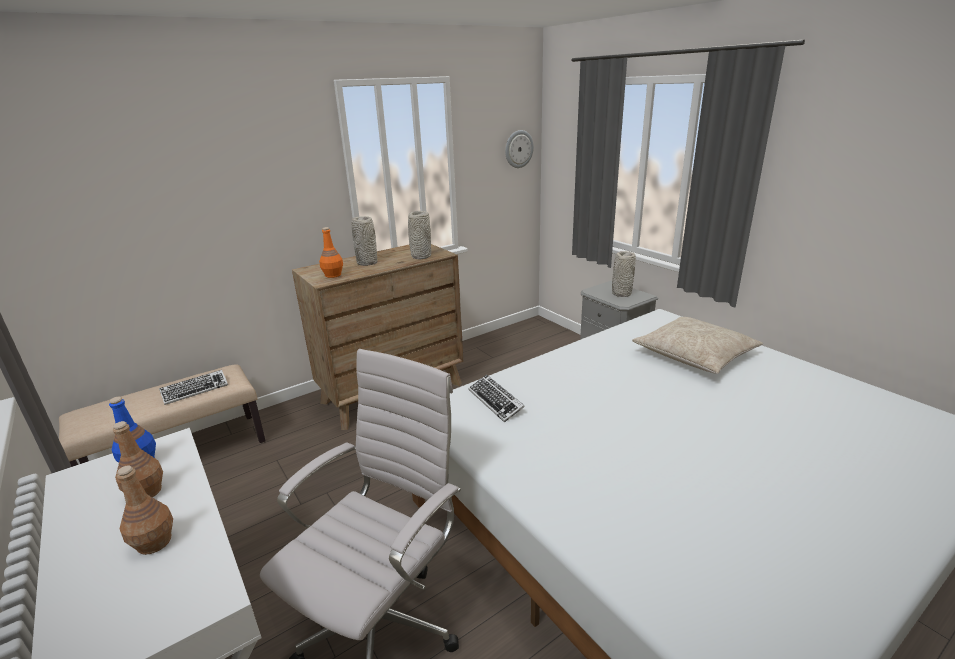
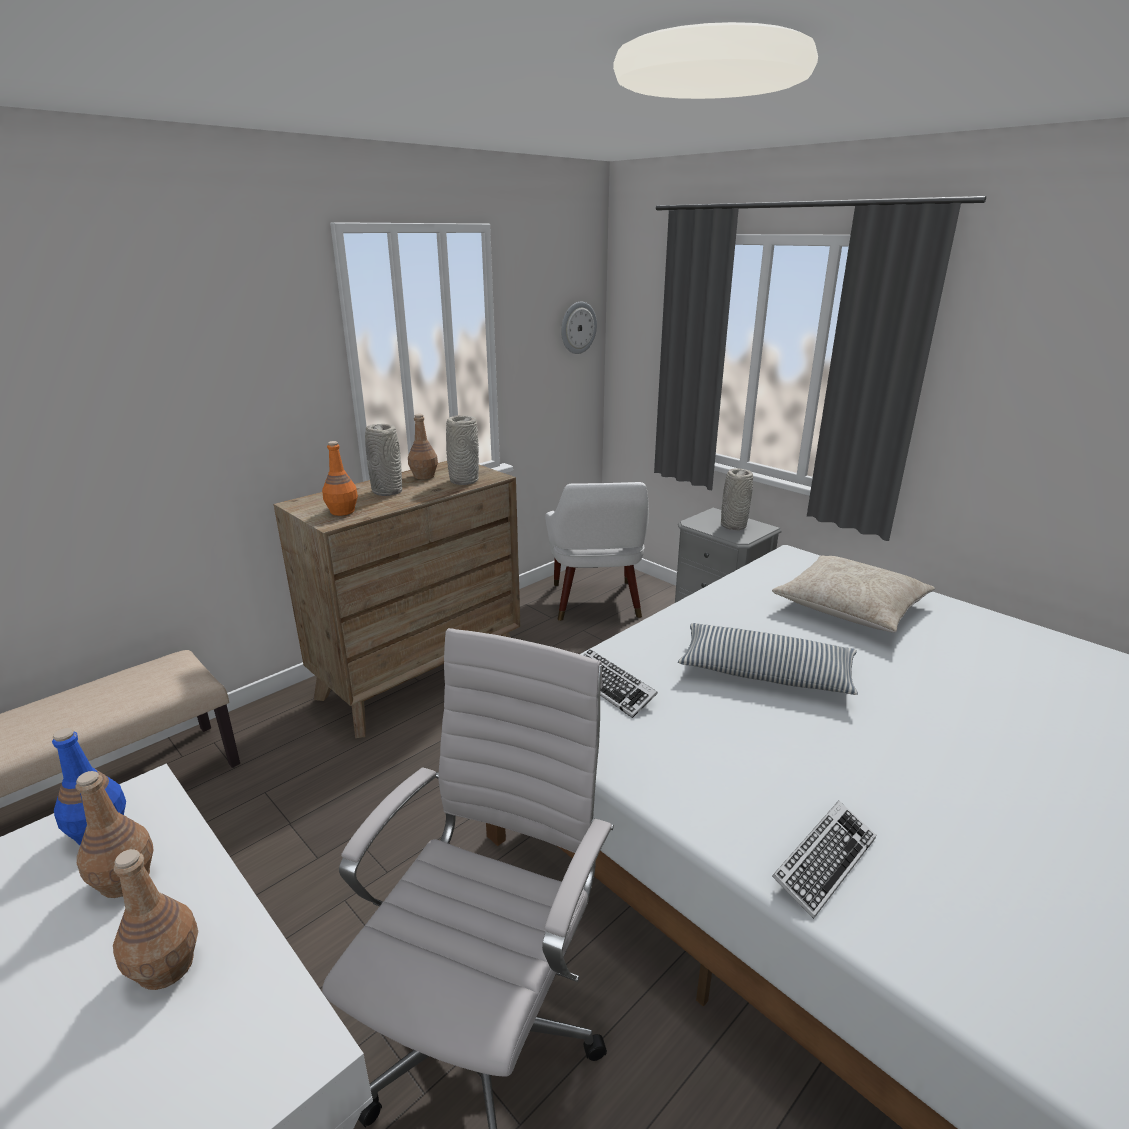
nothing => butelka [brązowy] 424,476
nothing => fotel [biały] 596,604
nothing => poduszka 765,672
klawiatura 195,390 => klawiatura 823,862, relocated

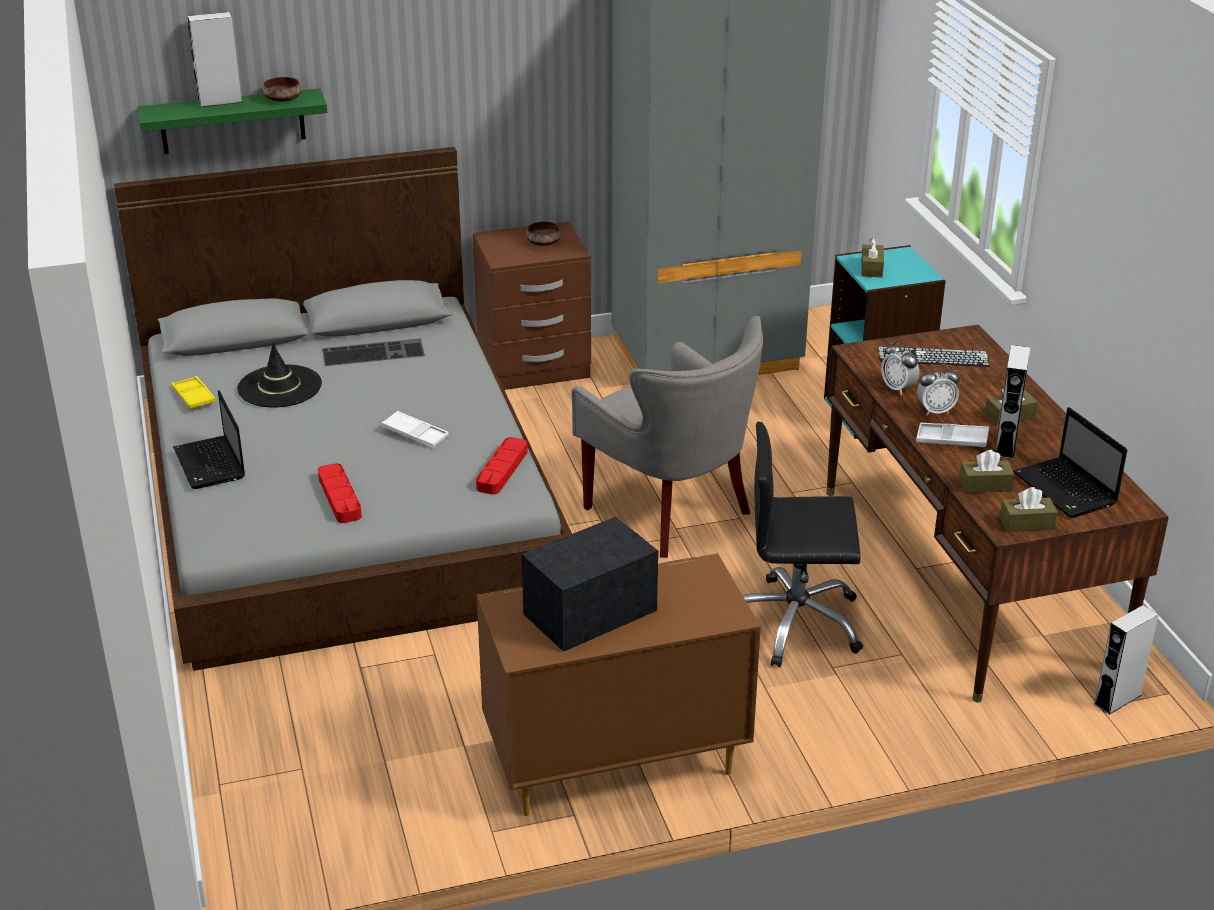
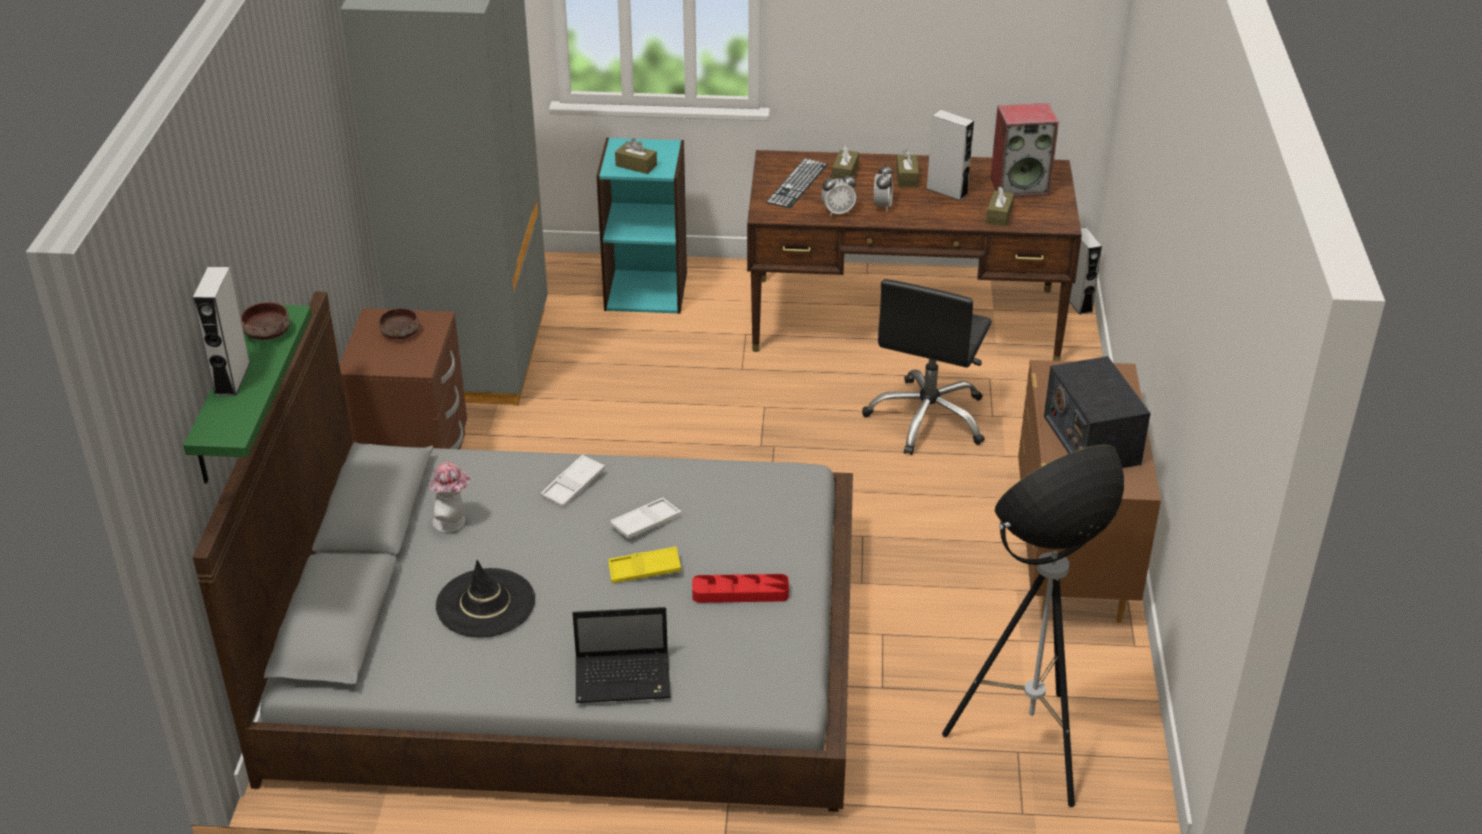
taca [czerwony] 502,470 => nothing
fotel [szary] 670,513 => nothing
nothing => lampa stojąca 1026,748
taca [żółty] 194,397 => taca [żółty] 644,569, relocated
taca [biały] 952,440 => taca [biały] 573,485, relocated
pudełko chusteczek [brązowy] 1027,523 => pudełko chusteczek [brązowy] 845,173, relocated
klawiatura 374,352 => kapelusz 453,522
laptop 1066,490 => głośnik 1020,186

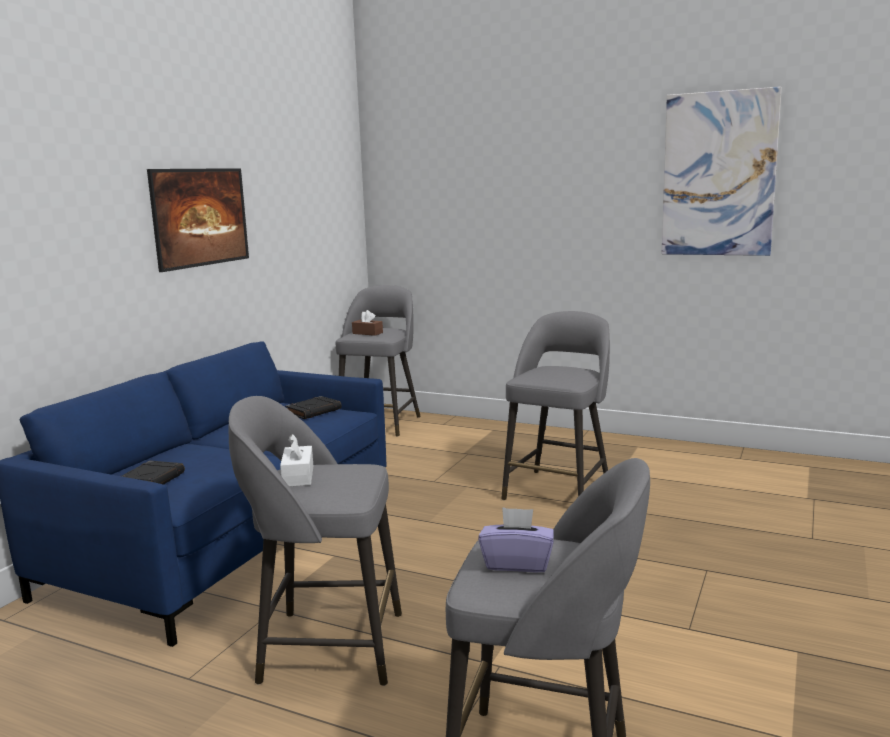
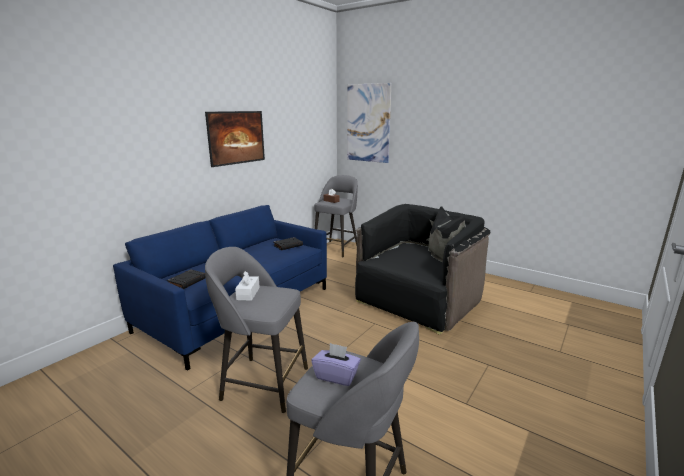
obraz 718,174 => obraz 368,123, relocated
stołek [szary] 558,490 => fotel [czarny] 418,300

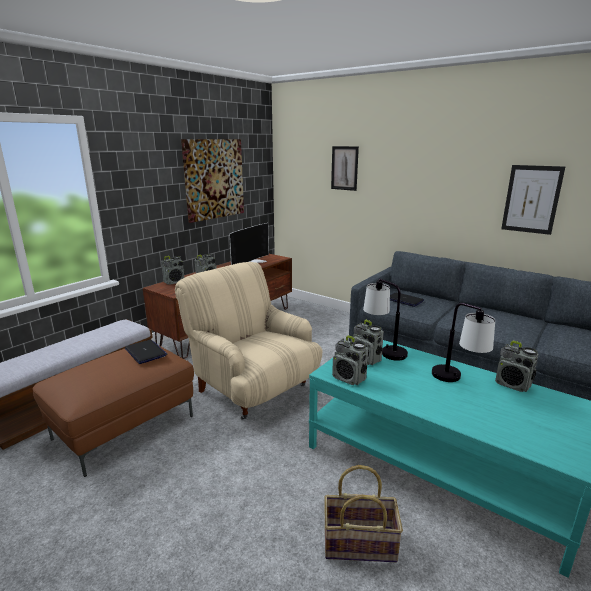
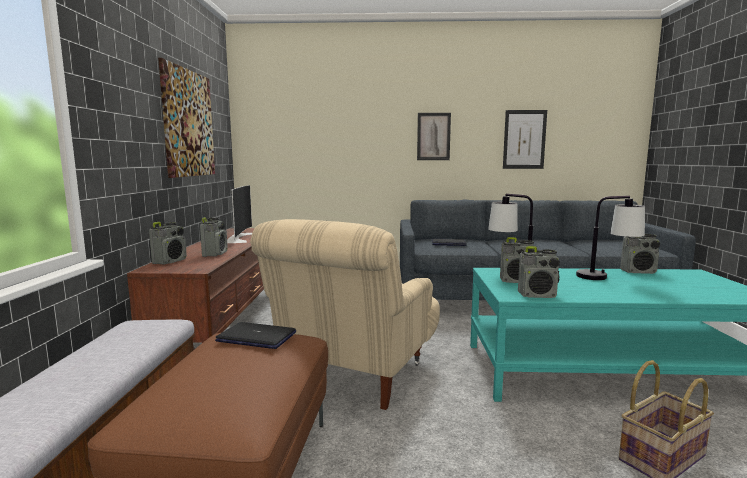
obraz 344,168 => obraz 433,136, relocated
fotel [beżowy] 252,389 => fotel [beżowy] 354,373, 75 degrees counterclockwise

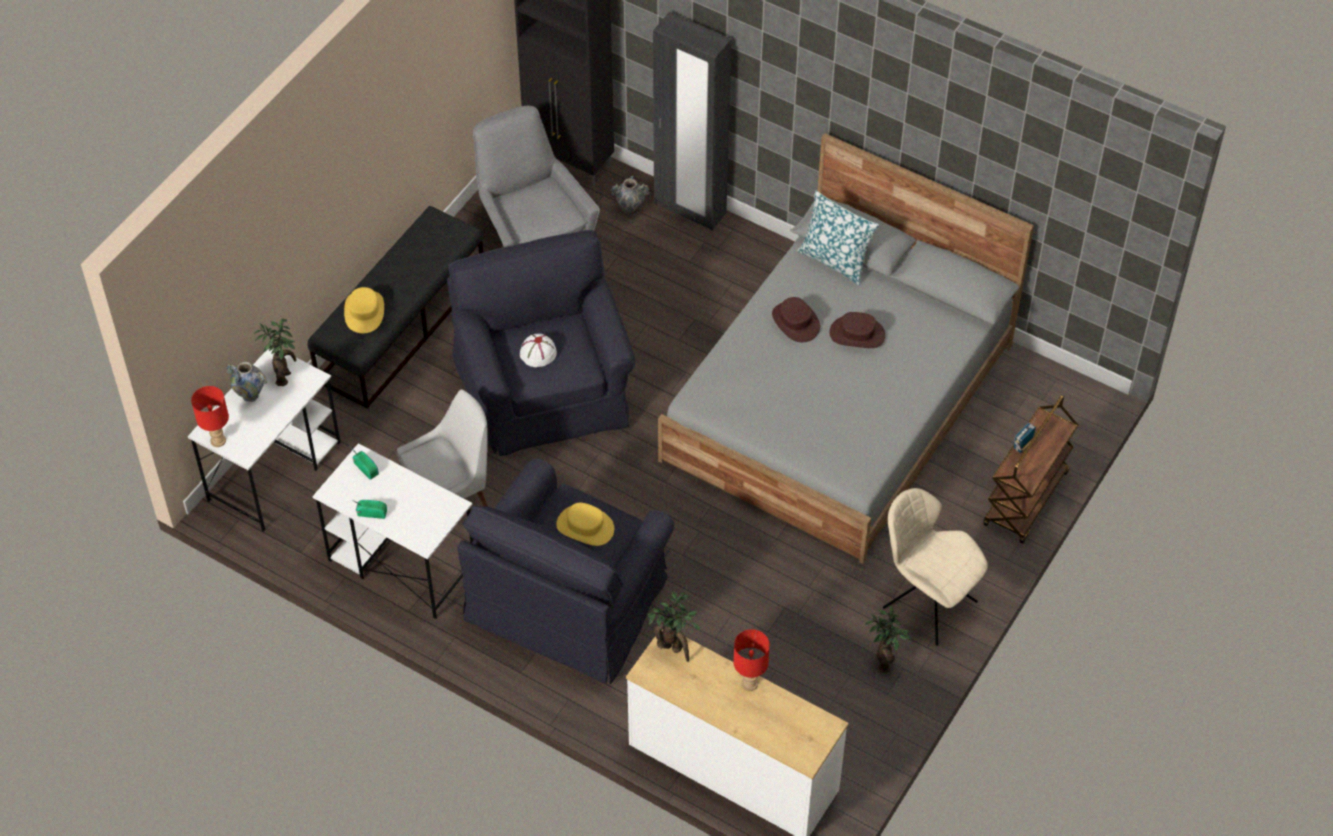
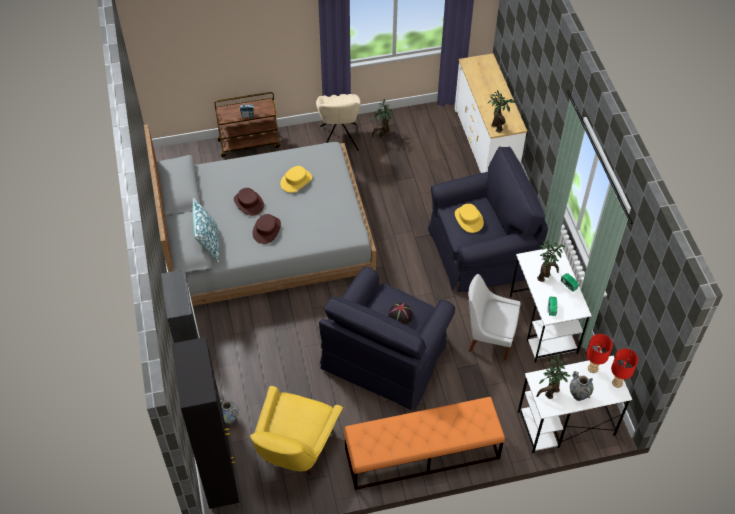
nothing => roślina doniczkowa 546,276
kapelusz [żółty] 364,312 => kapelusz [żółty] 296,181, relocated
lampa stołowa [czerwony] 750,683 => lampa stołowa [czerwony] 592,368, relocated
ławka [czarny] 402,325 => ławka [pomarańczowy] 421,454
fotel [szary] 532,234 => fotel [żółty] 295,450
kapelusz [biały] 538,353 => kapelusz [czarny] 400,315

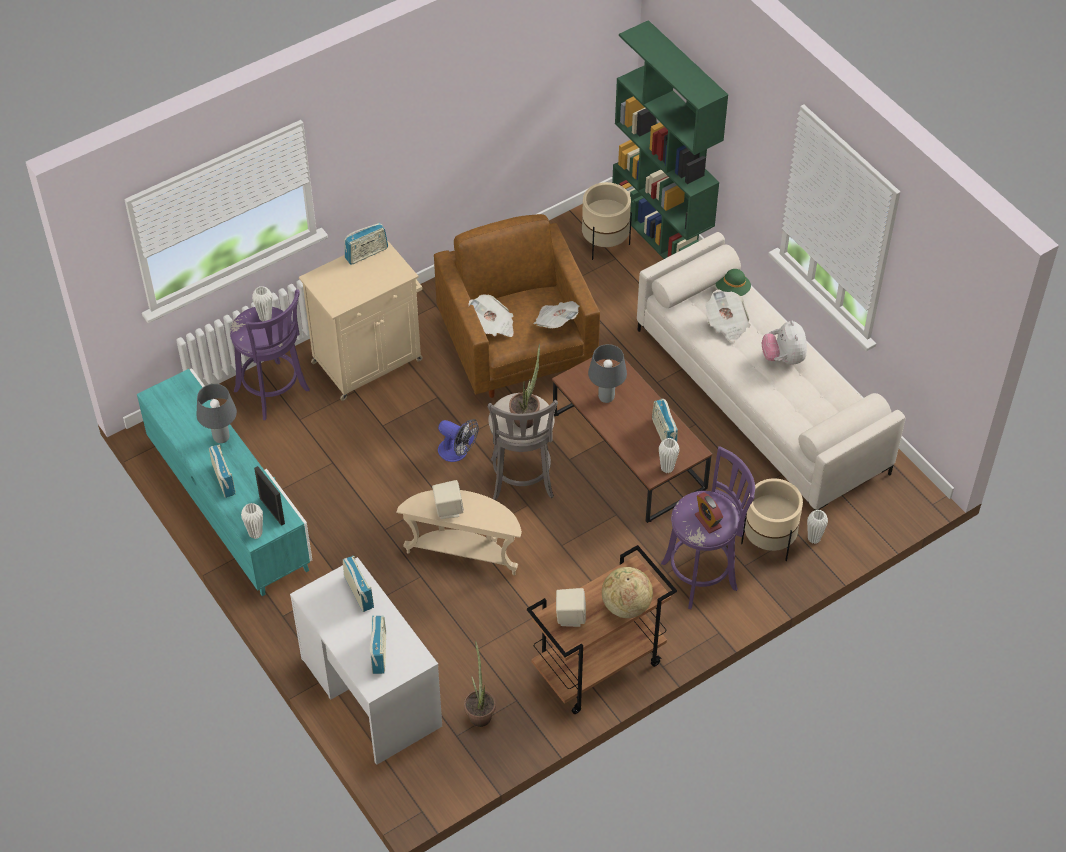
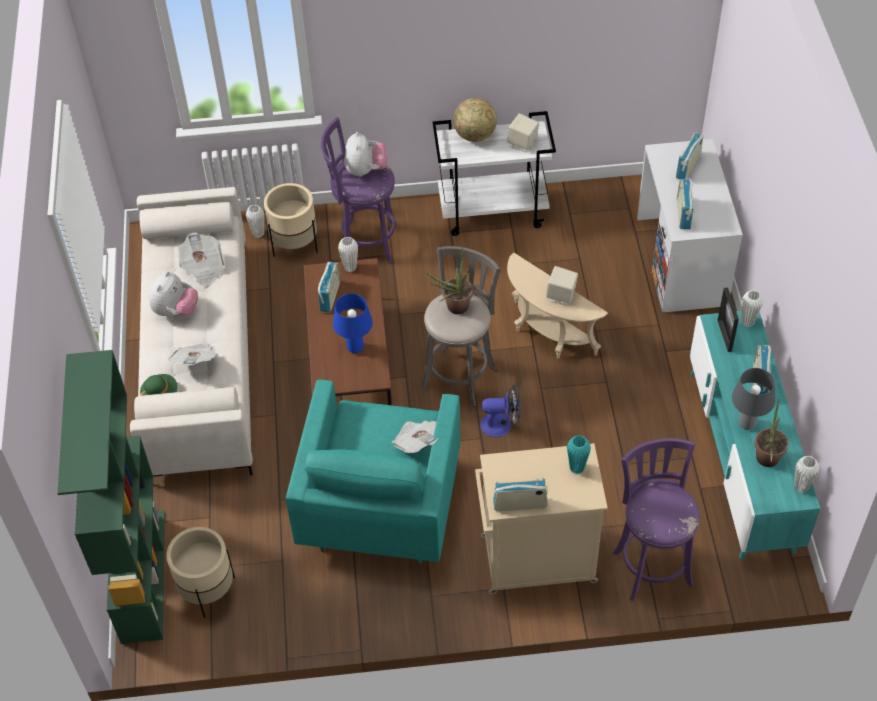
nothing => wazon [turkusowy] 577,468
wazon [biały] 265,317 => wazon [biały] 801,487, relocated
roślina doniczkowa 480,712 => roślina doniczkowa 765,462, relocated
gazeta 556,322 => gazeta 203,267, relocated
budzik 708,521 => pluszak 366,170
fotel [brązowy] 517,349 => fotel [turkusowy] 380,505
wózek [brązowy] 598,667 => wózek [biały] 493,211
lampa stołowa [szary] 606,397 => lampa stołowa [niebieski] 355,348
wentylator 457,452 => wentylator 502,424, 120 degrees clockwise

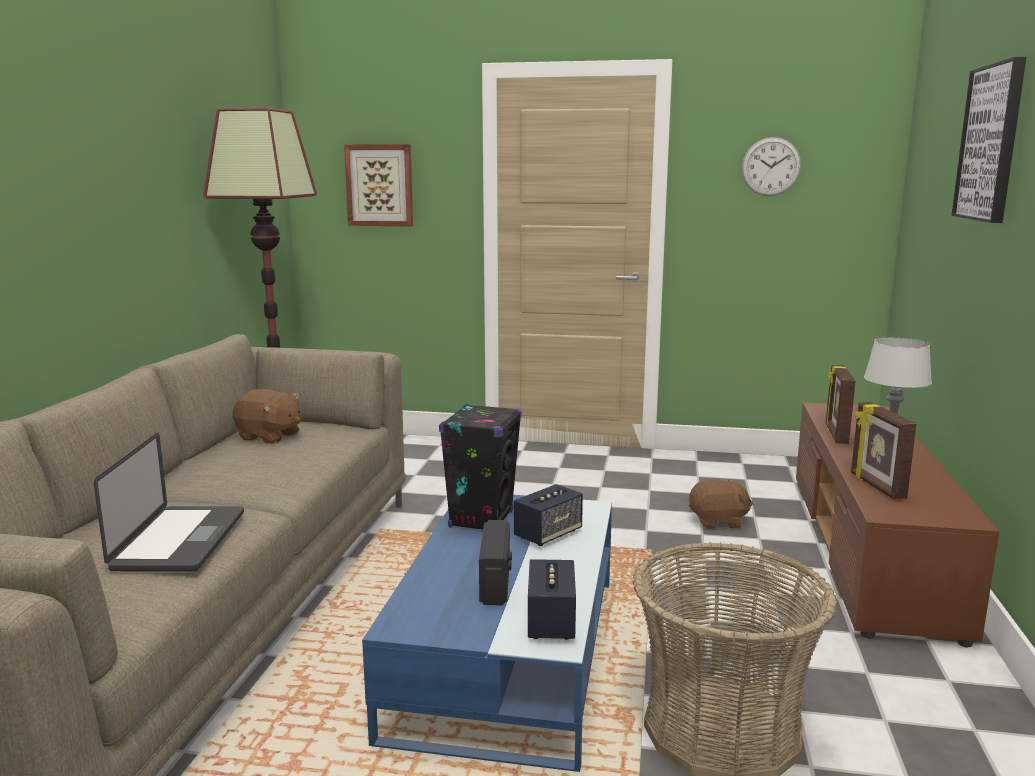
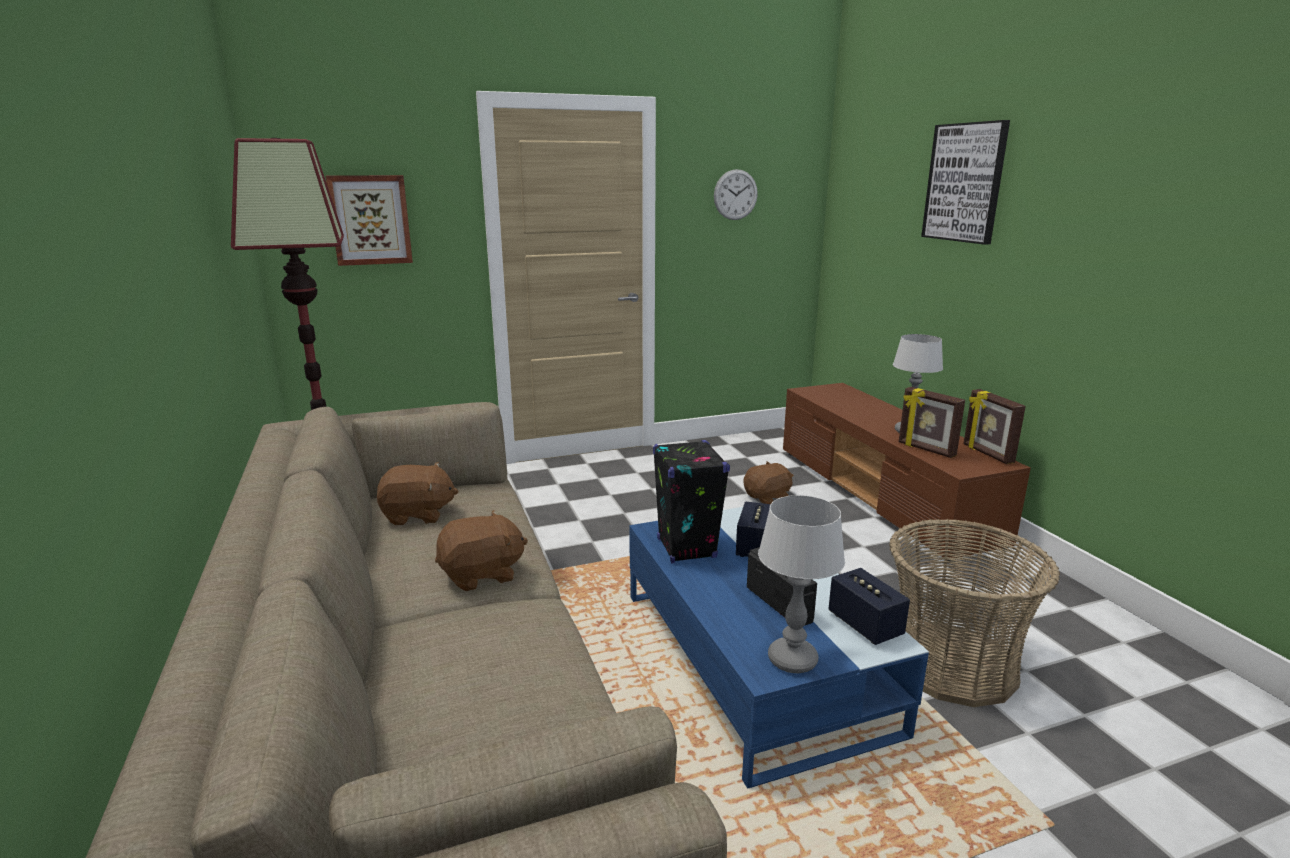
laptop 180,540 => nothing
nothing => pluszak [brązowy] 482,575
nothing => lampa stołowa 793,660
ramka na zdjęcie 835,435 => ramka na zdjęcie 987,454, relocated

